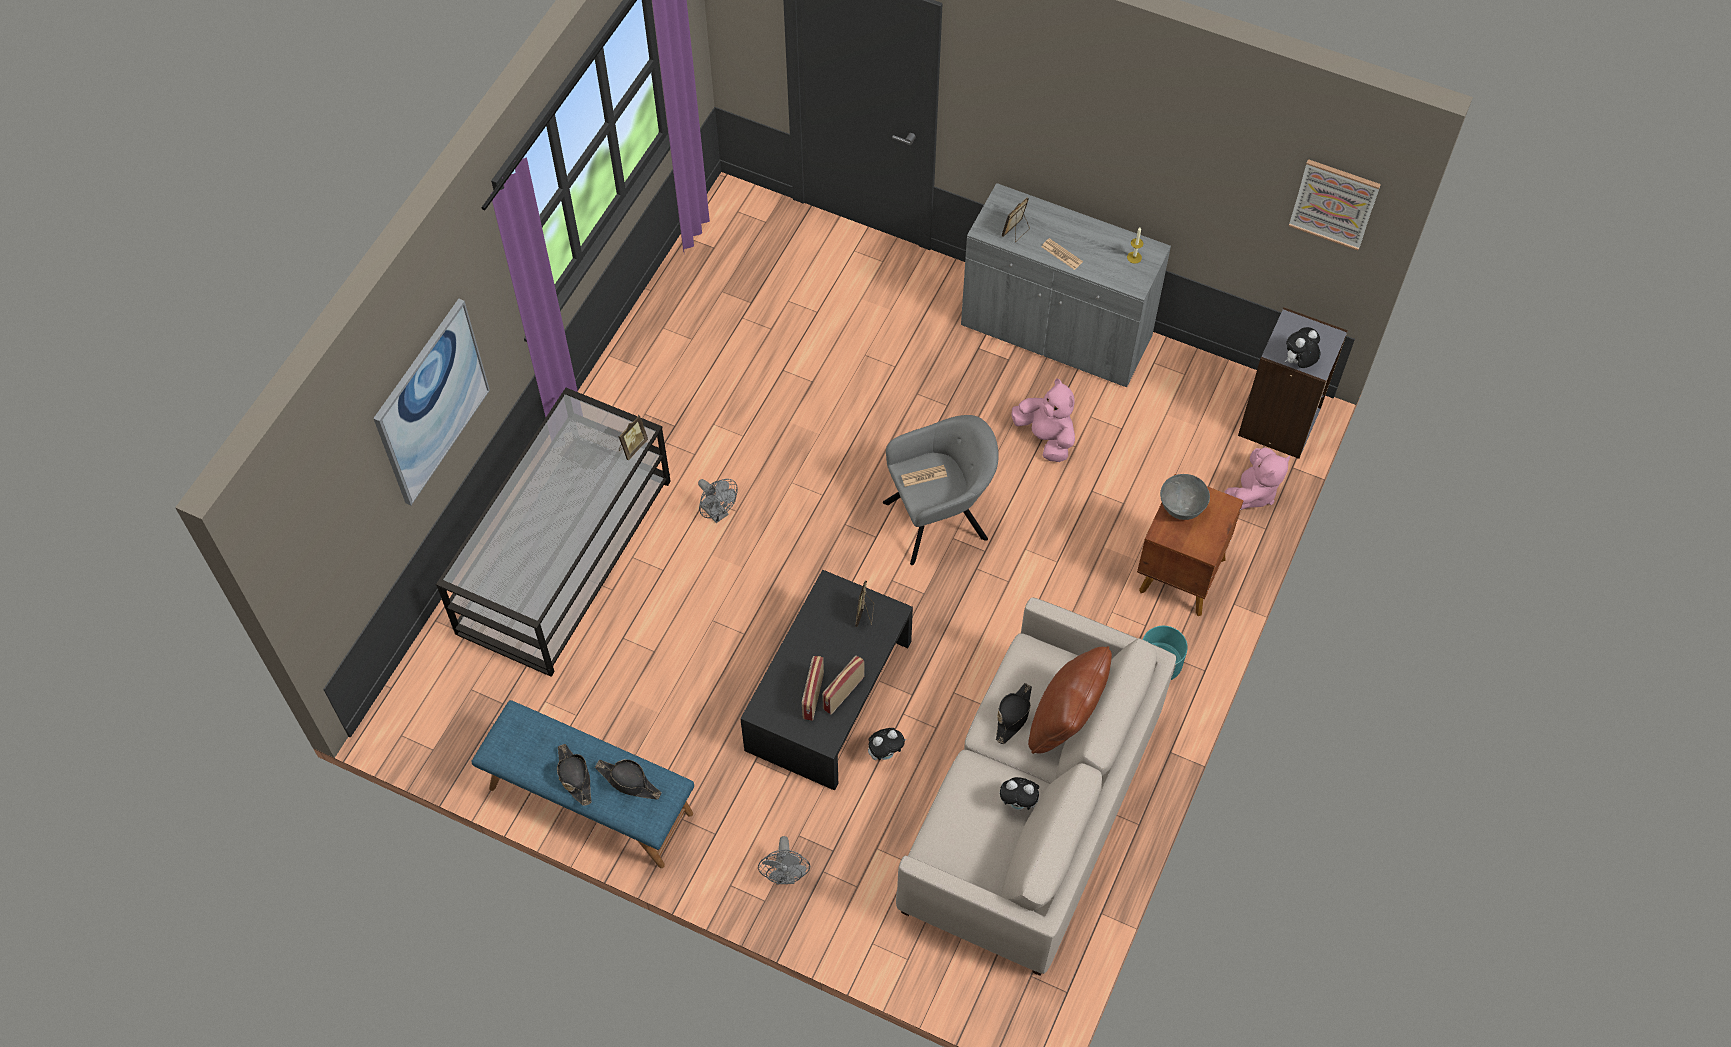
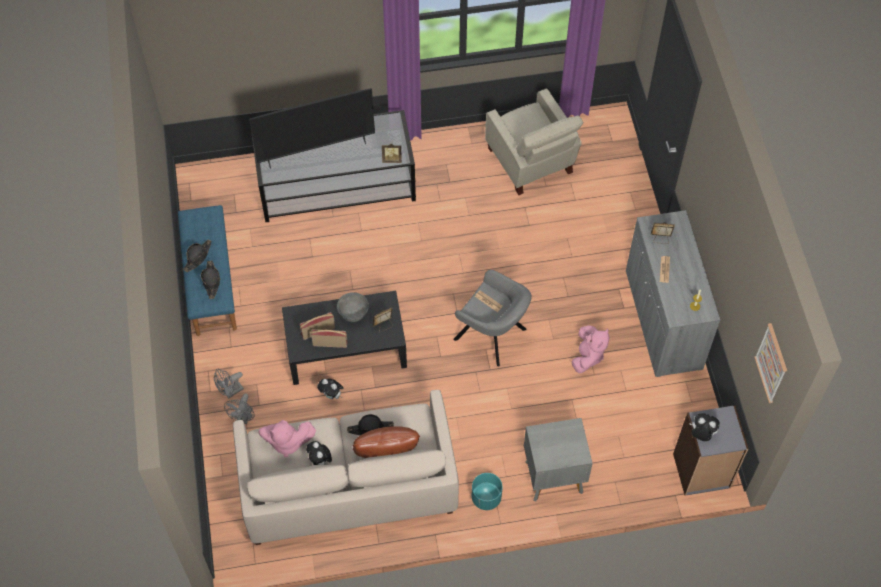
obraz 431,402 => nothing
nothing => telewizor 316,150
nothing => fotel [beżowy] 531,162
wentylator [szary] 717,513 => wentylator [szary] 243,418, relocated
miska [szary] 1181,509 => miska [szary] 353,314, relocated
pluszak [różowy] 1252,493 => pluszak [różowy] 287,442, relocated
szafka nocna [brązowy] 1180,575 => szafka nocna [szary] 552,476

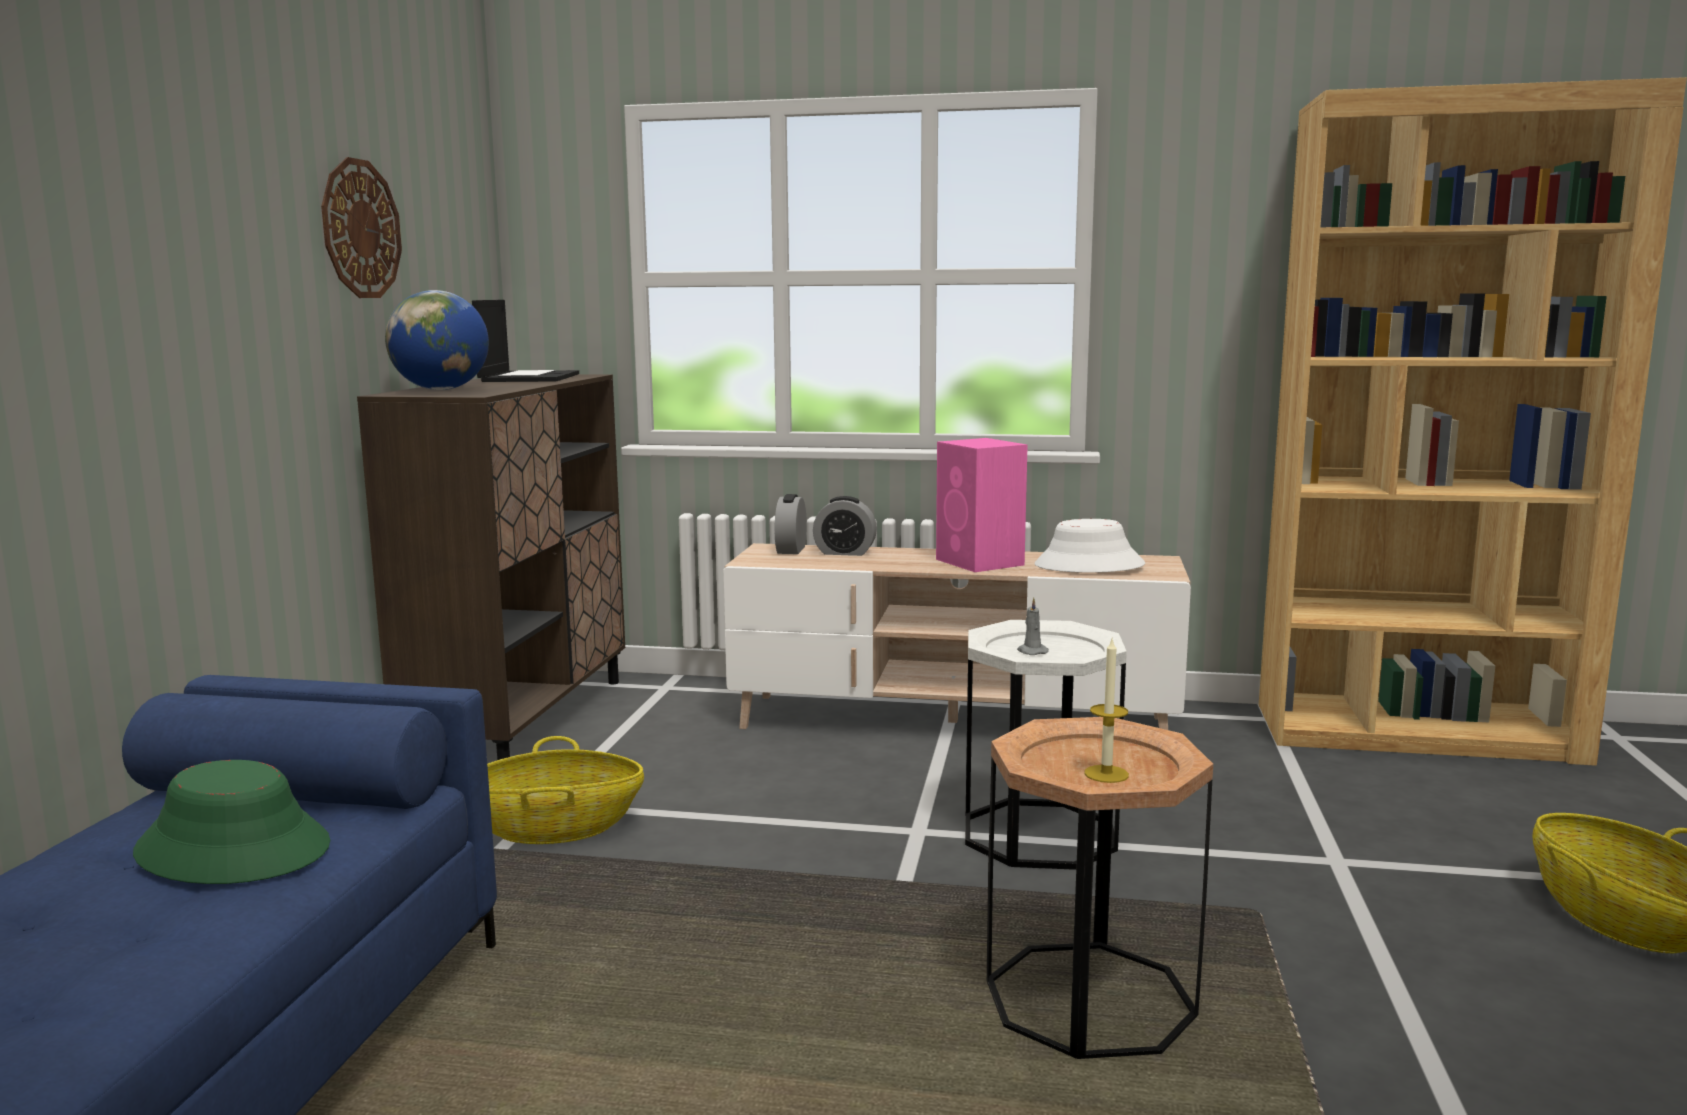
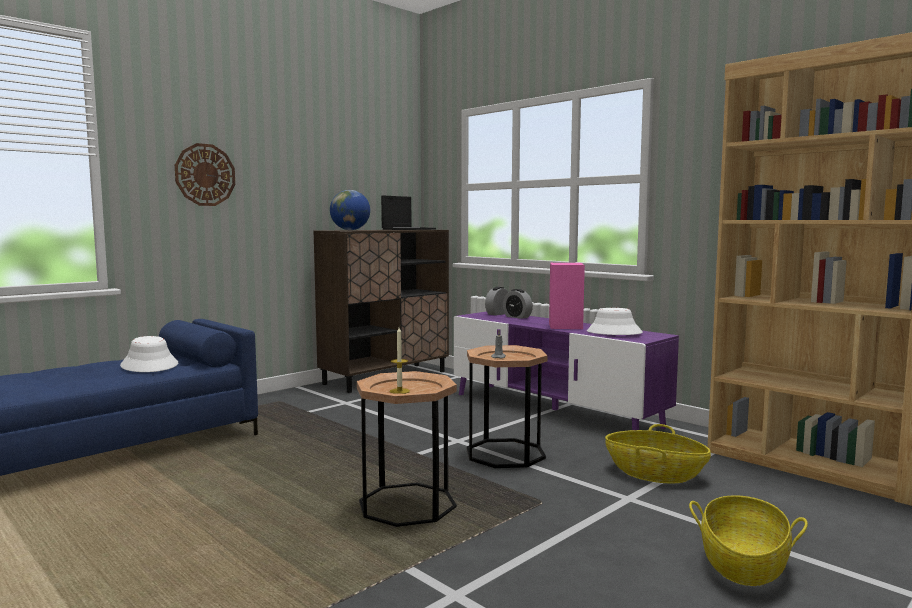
zegar ścienny 360,229 => zegar ścienny 205,175, relocated
koszyk 555,827 => koszyk 655,474, relocated
kapelusz [zielony] 234,849 => kapelusz [biały] 150,365
szafka pod telewizor [beżowy] 952,722 => szafka pod telewizor [fioletowy] 553,410
stolik [biały] 1039,834 => stolik [brązowy] 505,453

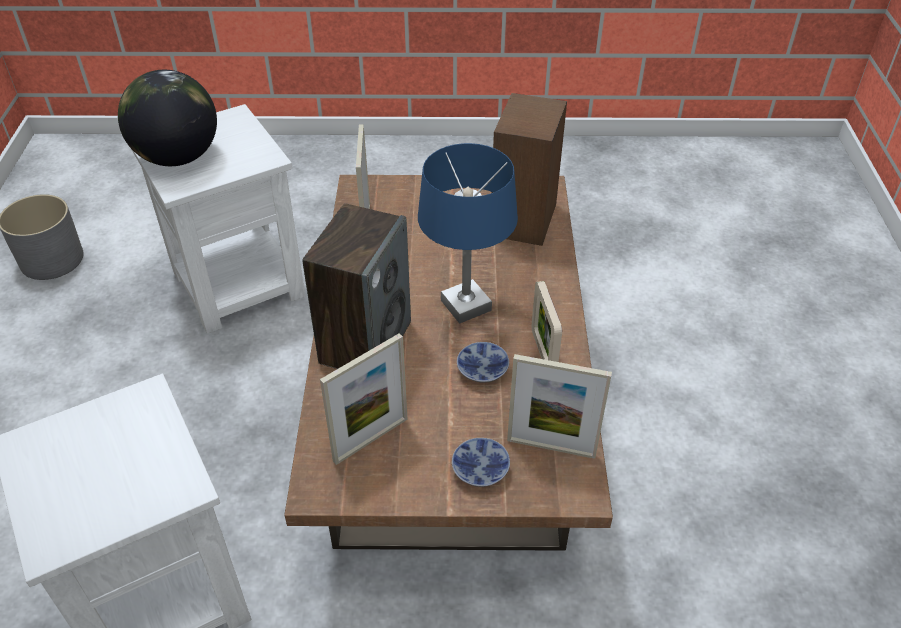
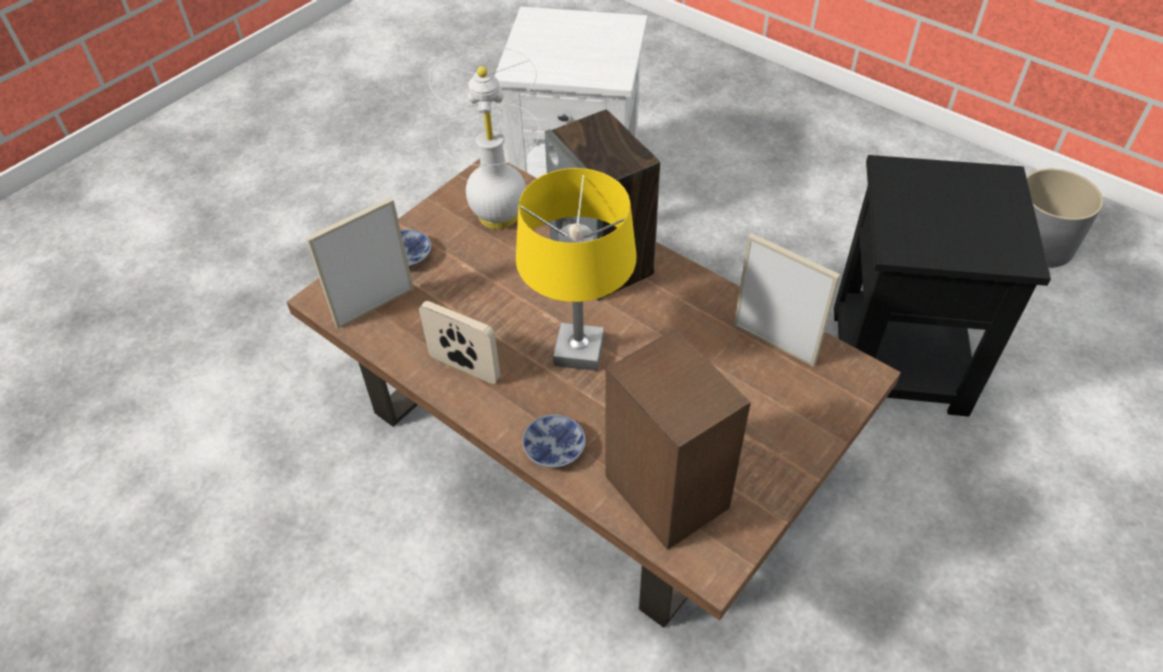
globus 178,157 => nothing
miska 482,368 => miska 556,450, relocated
ramka na zdjęcie 371,440 => lampa stołowa [biały] 499,215
stolik [biały] 237,285 => stolik [czarny] 897,358
lampa stołowa [niebieski] 466,306 => lampa stołowa [żółty] 578,351

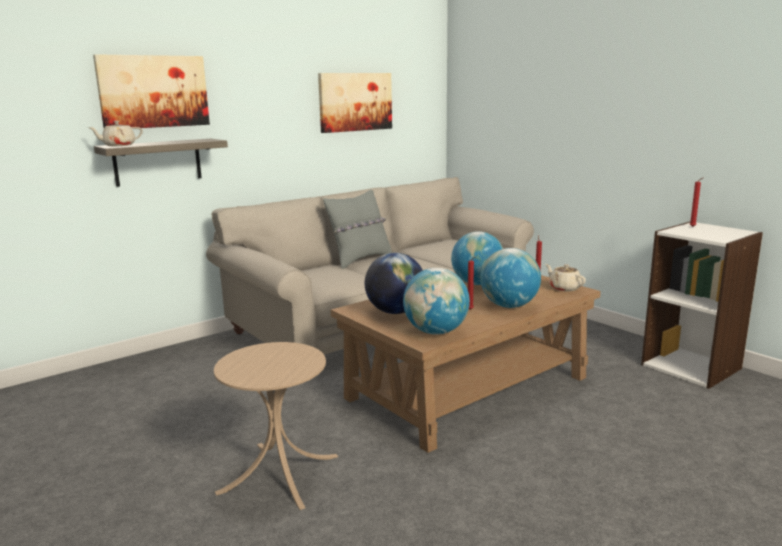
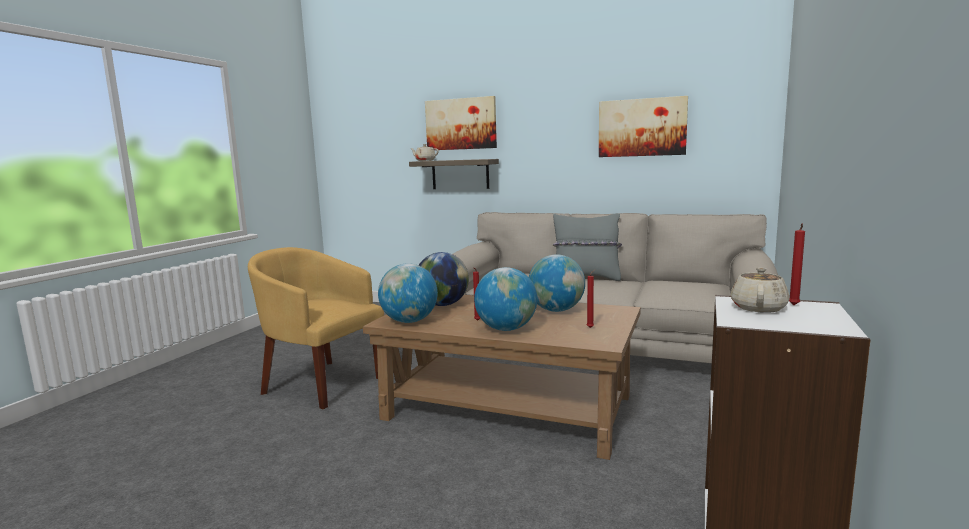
imbryk [beżowy] 564,288 => imbryk [beżowy] 758,307, relocated
stolik [beżowy] 279,473 => fotel [żółty] 321,383

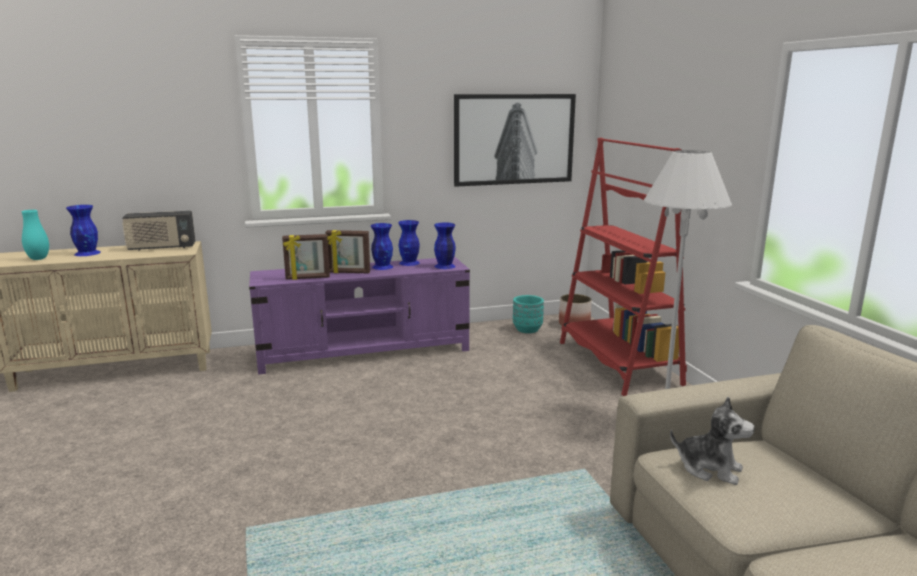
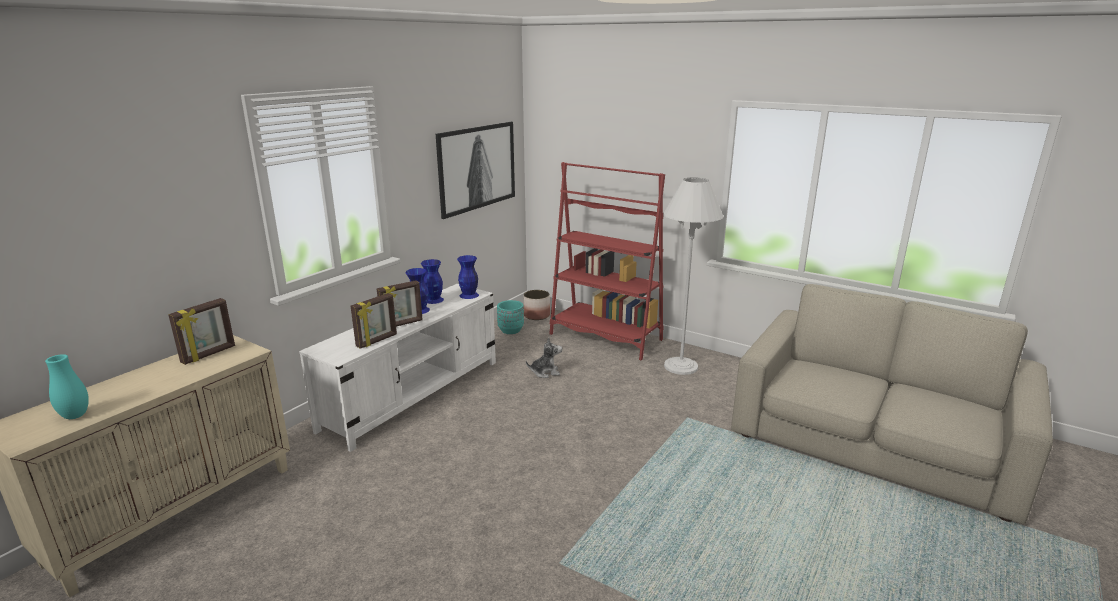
wazon [niebieski] 87,253 => nothing
pluszak 709,468 => pluszak 545,372, relocated
radio 162,248 => ramka na zdjęcie 209,354
szafka pod telewizor [fioletowy] 365,352 => szafka pod telewizor [biały] 414,394

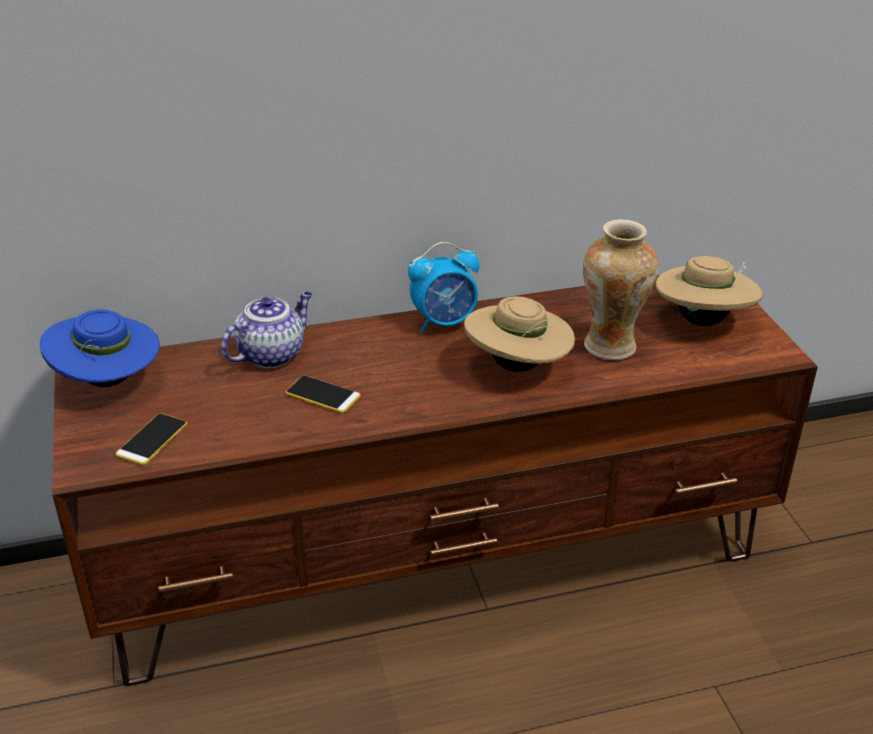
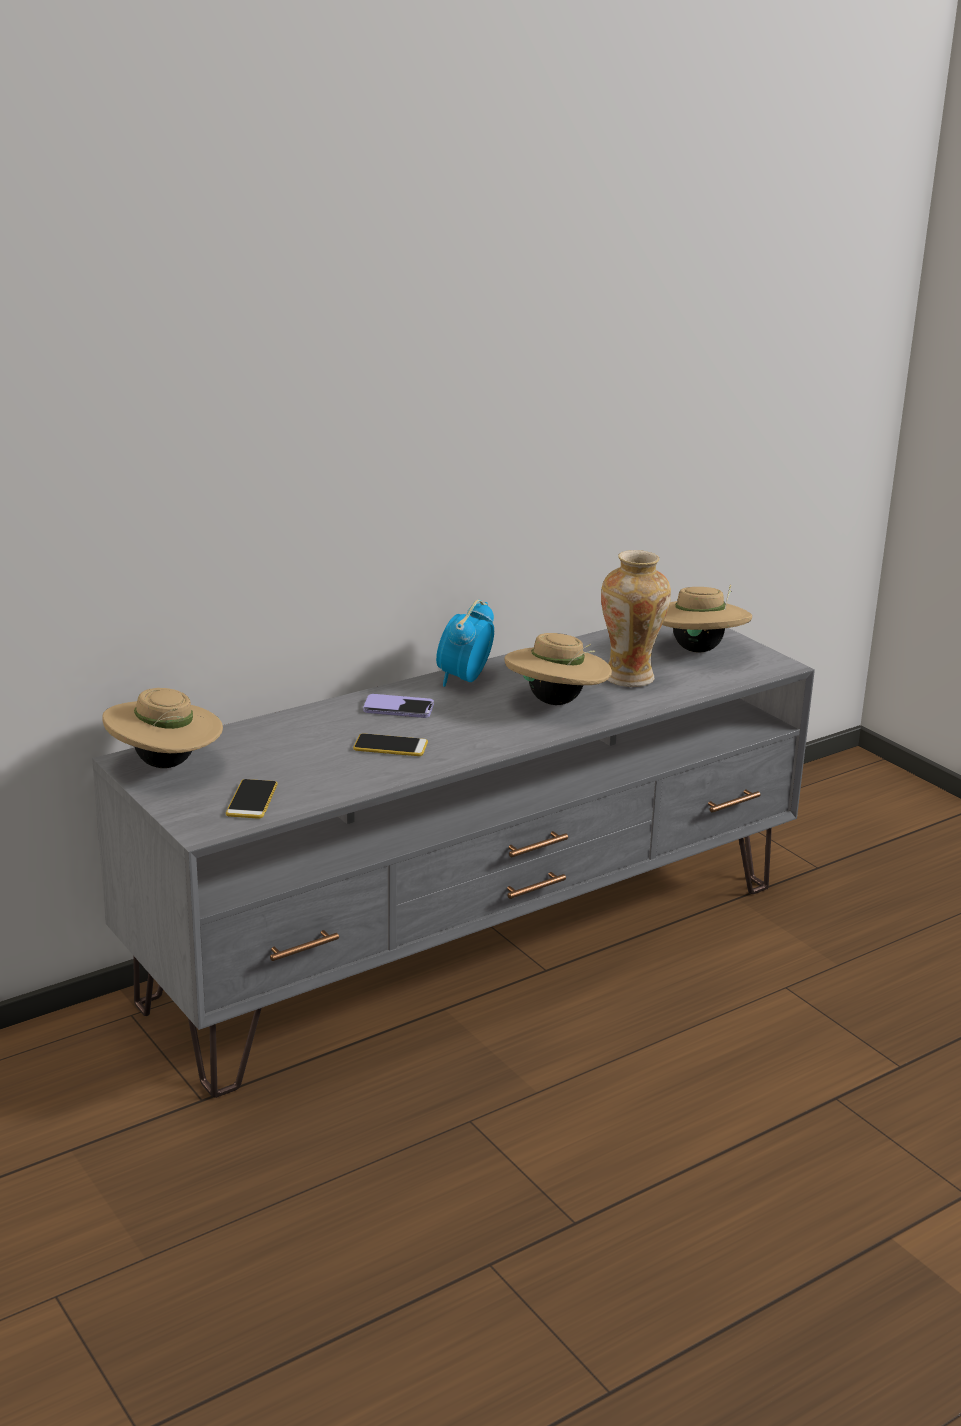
imbryk 272,354 => nothing
nothing => telefon 398,708
kapelusz [niebieski] 108,382 => kapelusz [beżowy] 166,765
szafka pod telewizor [brązowy] 438,561 => szafka pod telewizor [szary] 474,942
budzik 445,322 => budzik 464,679, 150 degrees clockwise

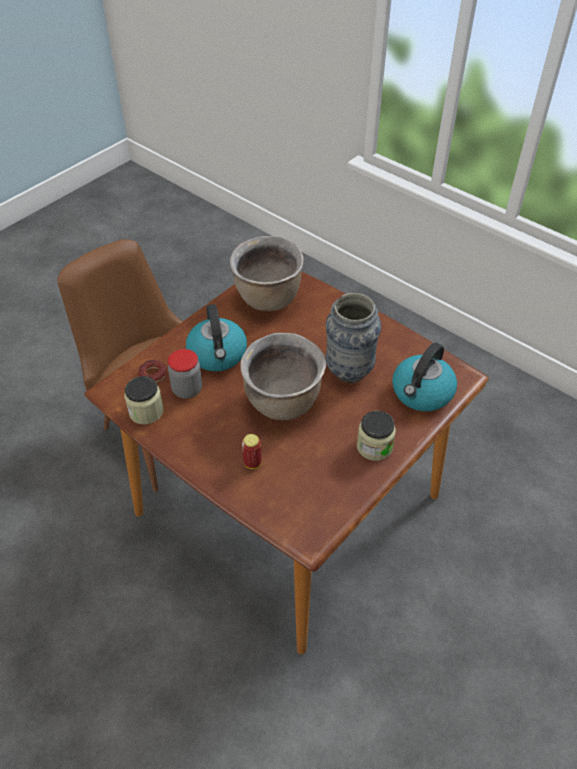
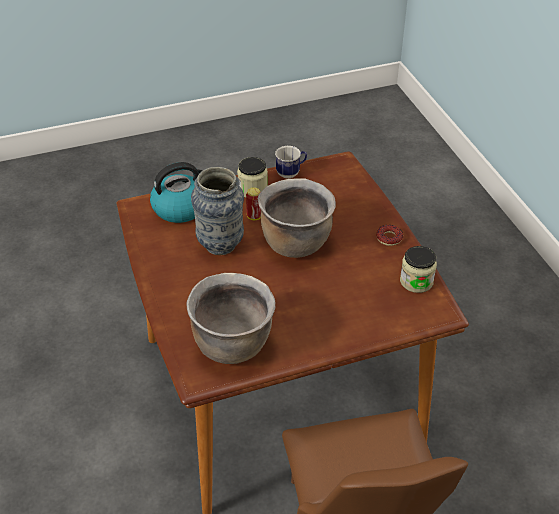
słoik 187,389 => nothing
czajnik 218,355 => nothing
nothing => kubek 291,173
donut 153,374 => donut 389,238, relocated
puszka 252,463 => puszka 254,217, relocated

